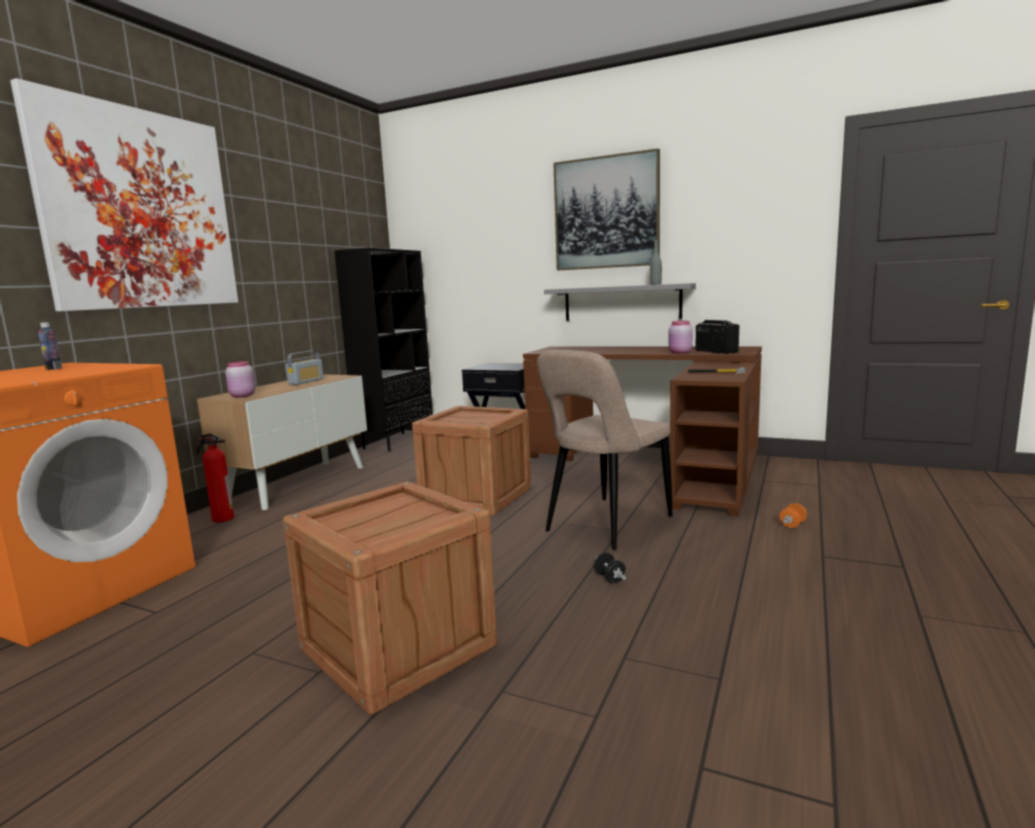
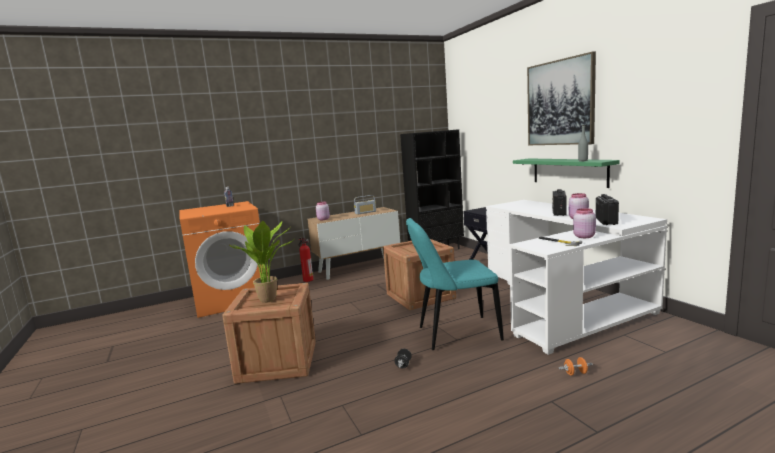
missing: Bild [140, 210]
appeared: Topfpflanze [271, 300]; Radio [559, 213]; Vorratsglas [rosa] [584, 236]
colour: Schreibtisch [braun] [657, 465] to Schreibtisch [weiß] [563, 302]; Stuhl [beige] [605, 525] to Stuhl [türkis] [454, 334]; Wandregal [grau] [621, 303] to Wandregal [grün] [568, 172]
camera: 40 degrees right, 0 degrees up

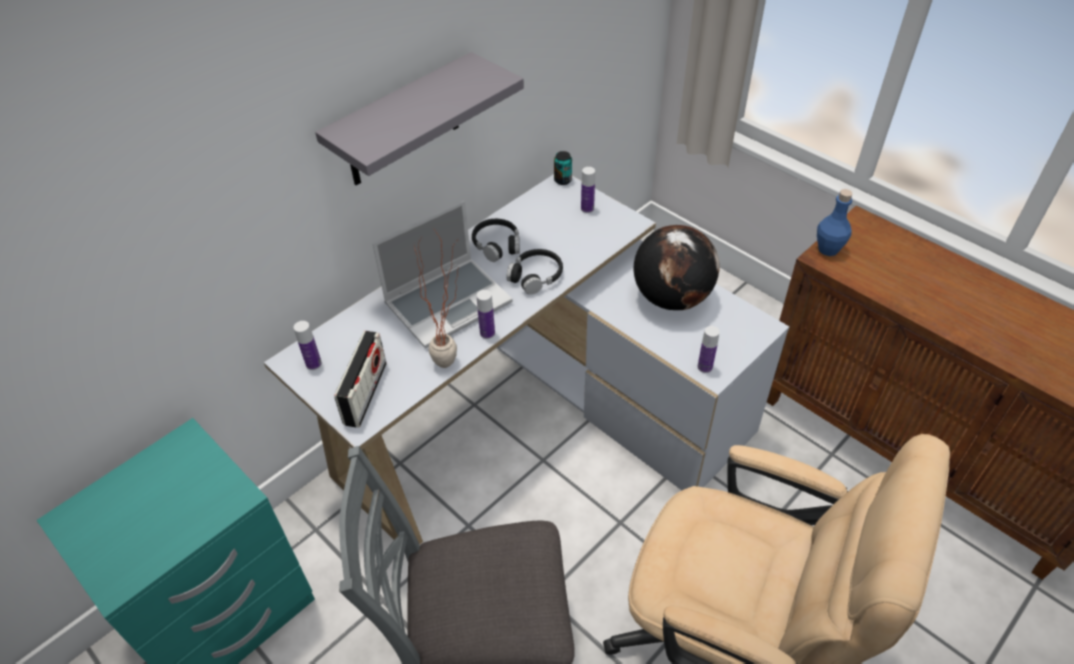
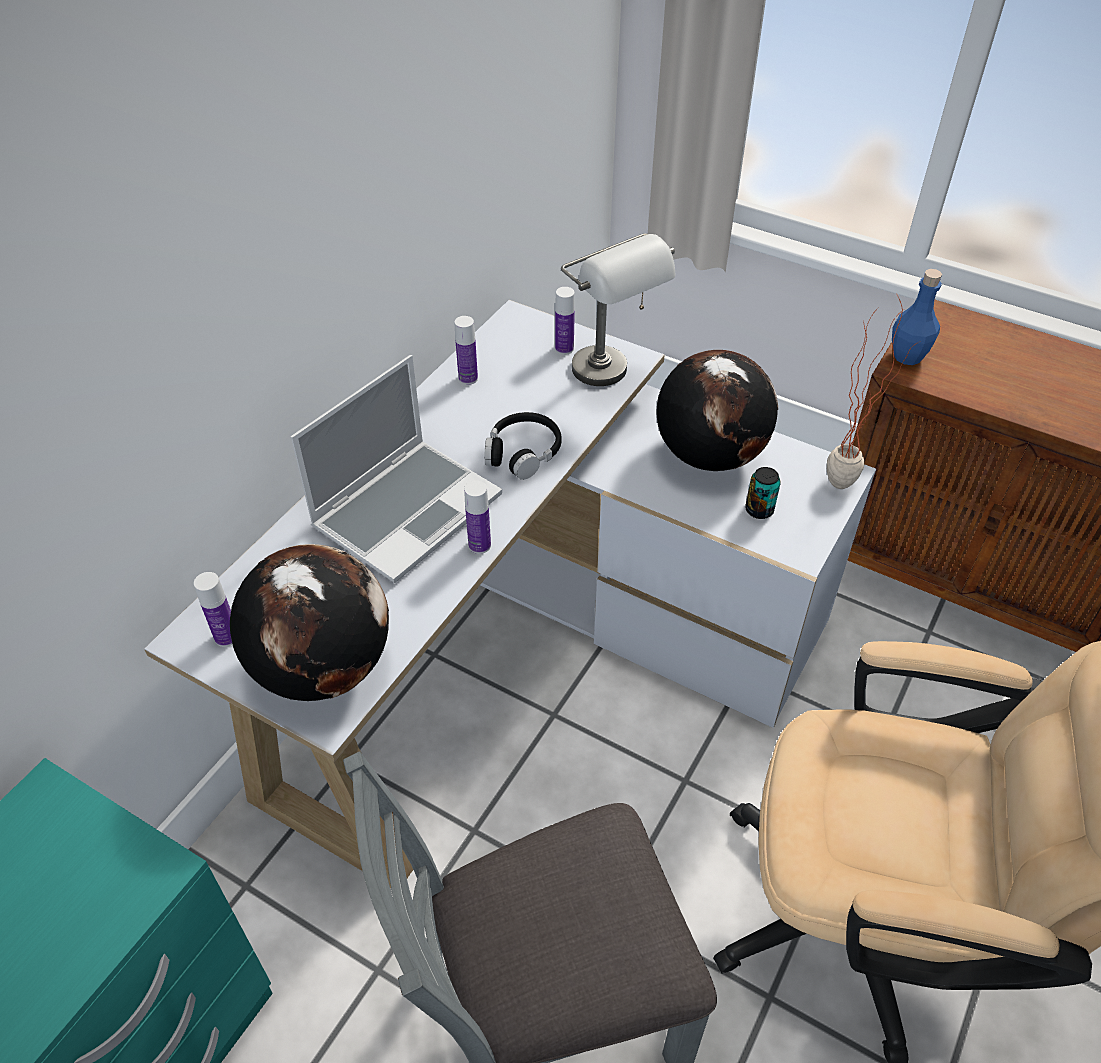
missing: Wandregal [grau] [402, 122]; Kopfhörer [schwarz] [497, 245]
appeared: Tischlampe [grau] [612, 378]
relocated: Topfpflanze [453, 361] to [848, 480]; Dose [562, 180] to [759, 510]; Flasche [704, 367] to [468, 378]
exchanged: Radio [365, 393] to Globus [322, 667]
camera: 15 degrees left, 0 degrees up

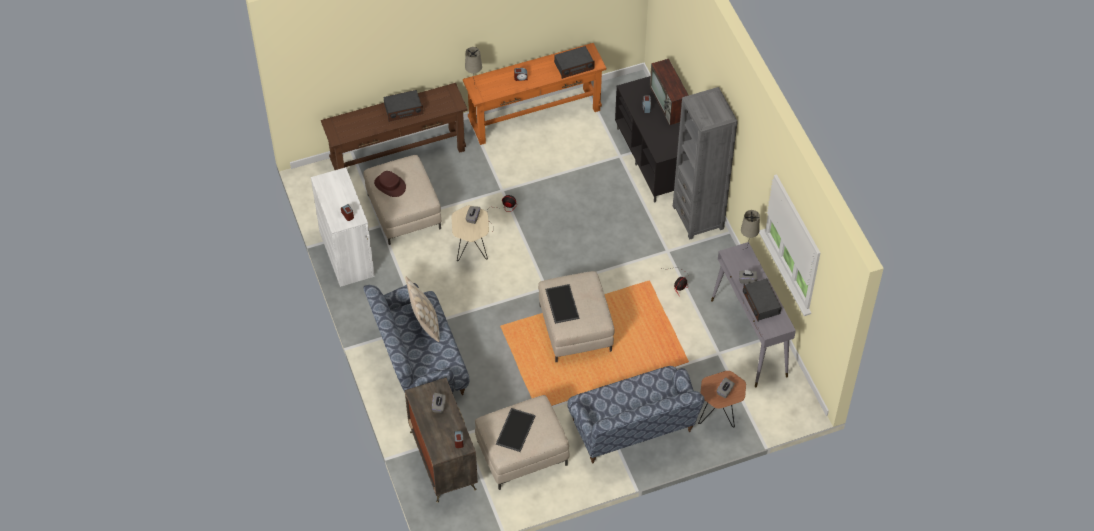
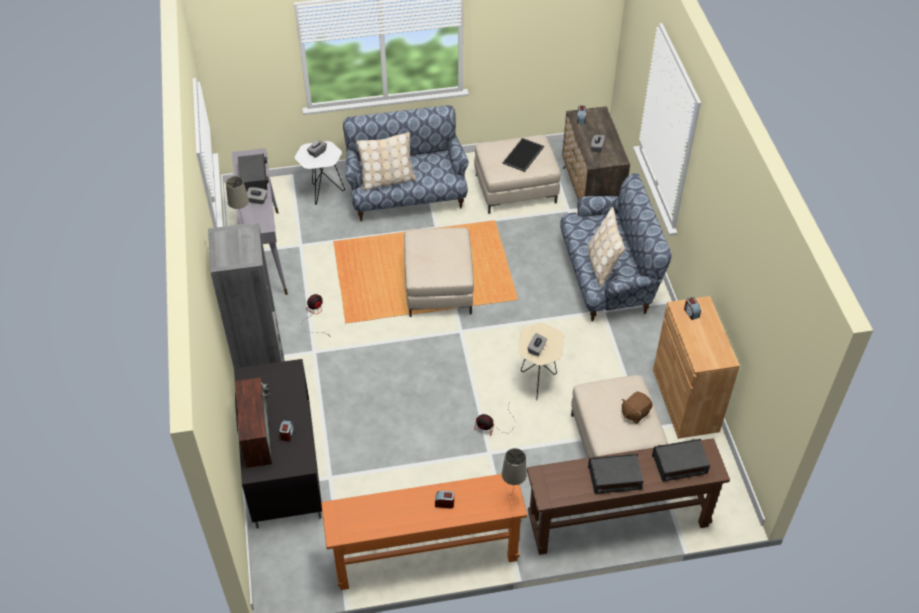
missing: Tablett [561, 303]
appeared: Kissen [beige] [387, 180]
relocated: Radio [574, 66] to [679, 464]
exchanged: Hut [braun] [390, 185] to Plüschtier [braun] [635, 413]
colour: Schrank [weiß] [346, 254] to Schrank [braun] [685, 400]; Beistelltisch [braun] [719, 417] to Beistelltisch [weiß] [323, 193]
camera: 170 degrees left, 5 degrees down

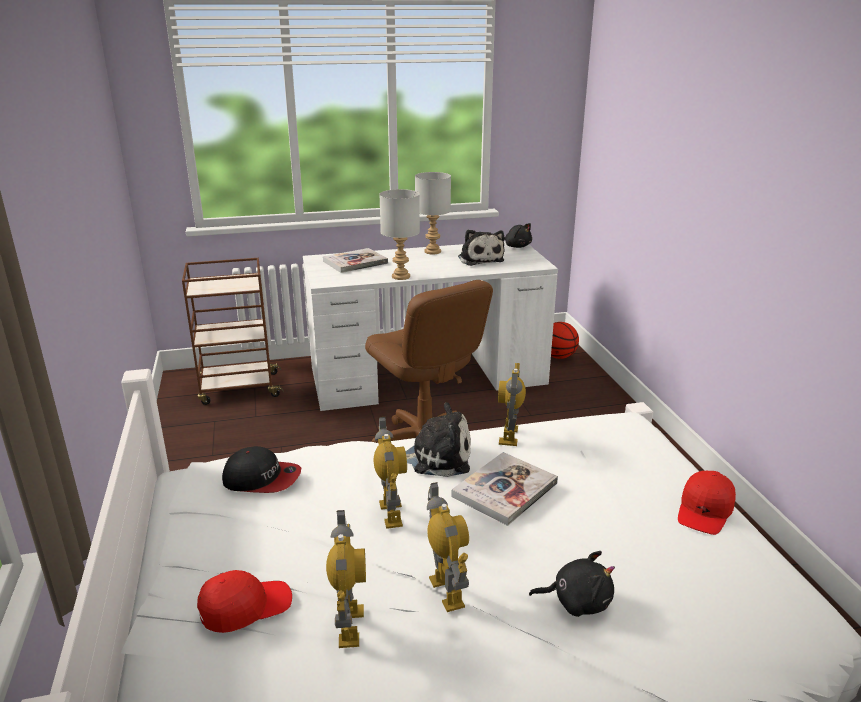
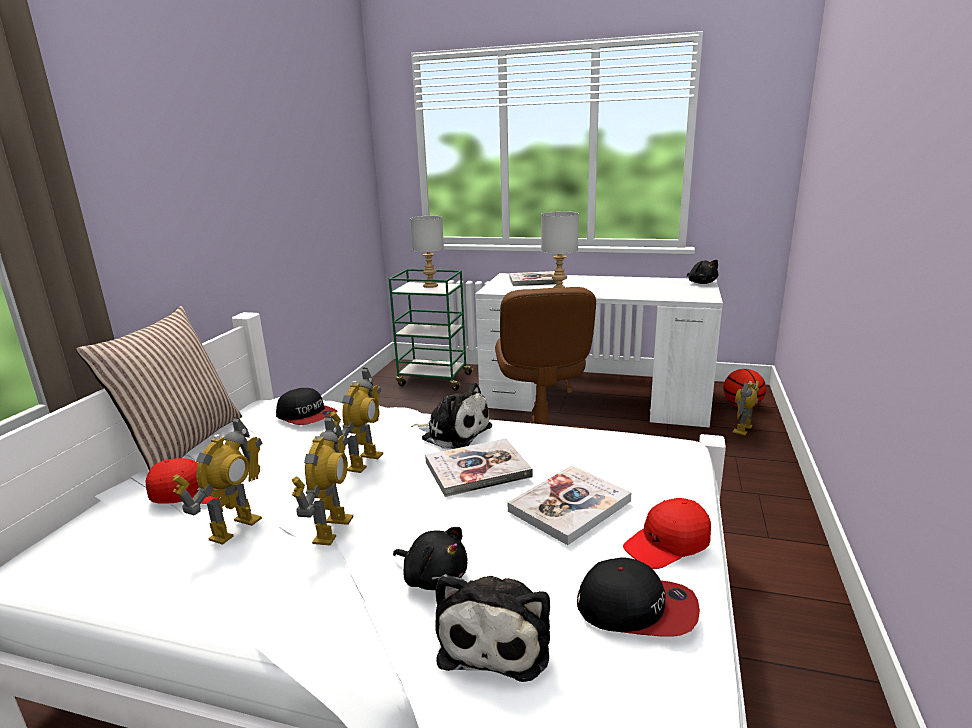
appeared: Kissen [182, 444]; Buch [569, 506]; Kappe [637, 608]
relocated: Tischlampe [grau] [432, 251] to [430, 285]; Plüschtier [480, 259] to [497, 637]; Spielzeugroboter [510, 435] to [743, 429]
colour: Rollwagen [braun] [238, 388] to Rollwagen [grün] [433, 380]
camera: 30 degrees right, 5 degrees down

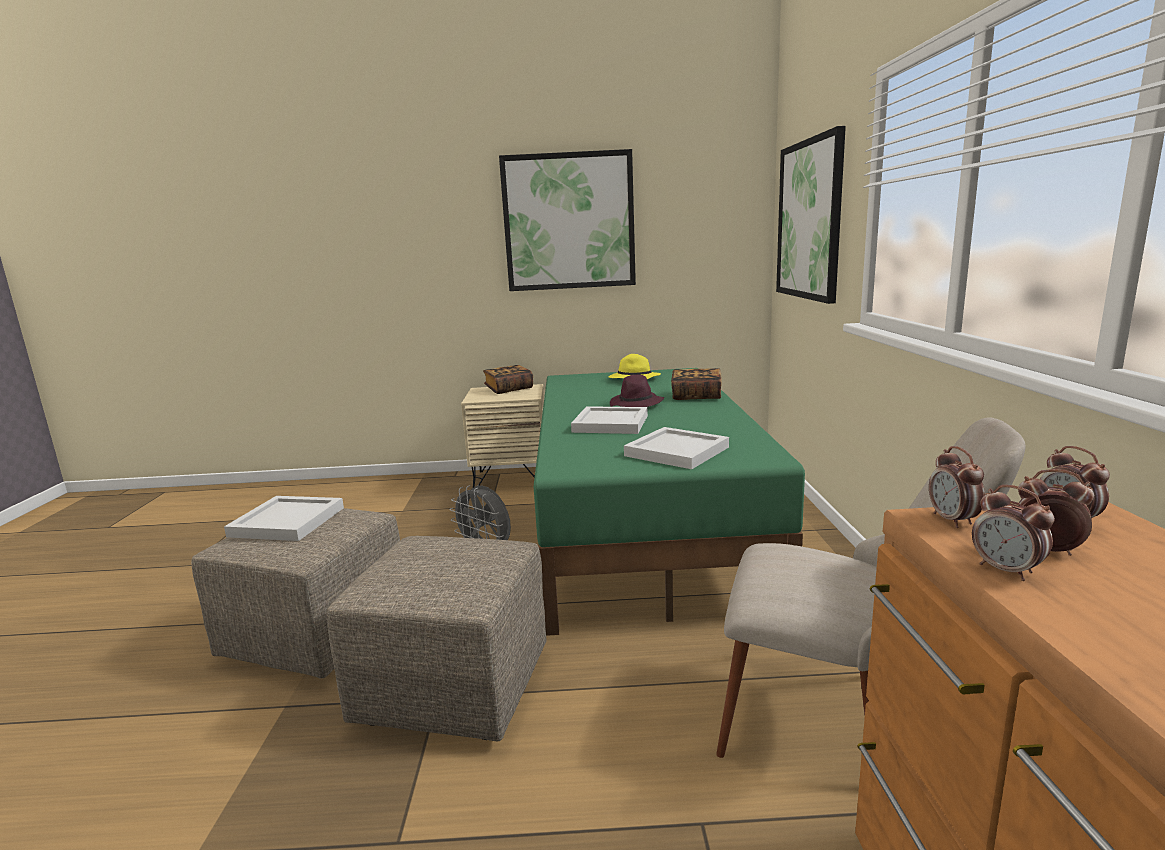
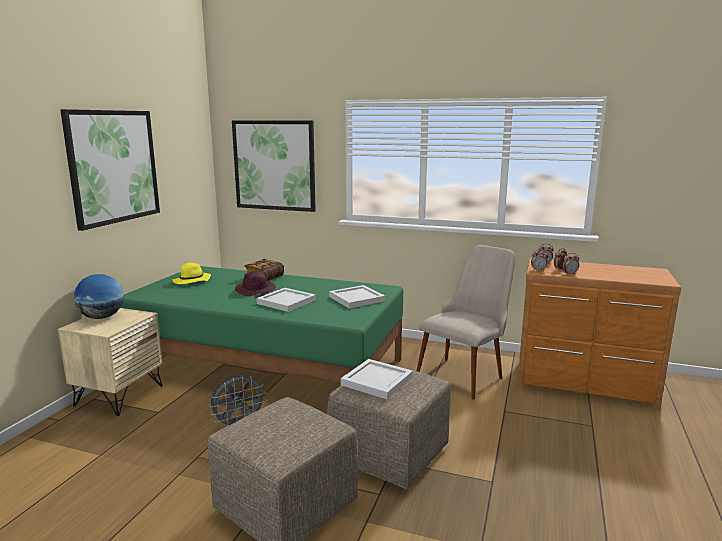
relocated: Tablett [weiß] [285, 522] to [377, 381]
exchanged: Buch [509, 389] to Globus [102, 317]
camera: 70 degrees left, 0 degrees up

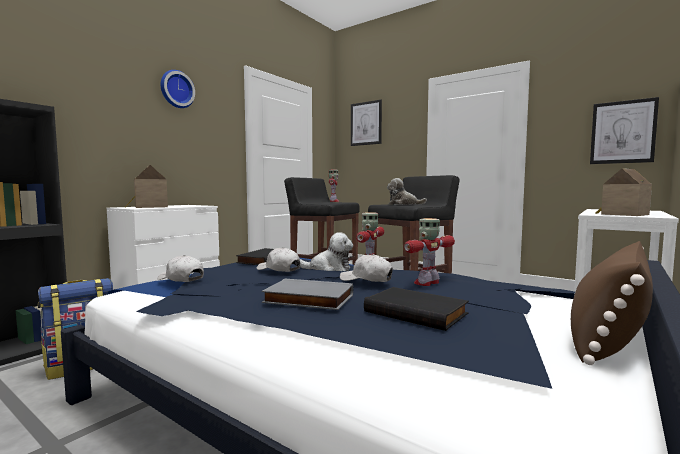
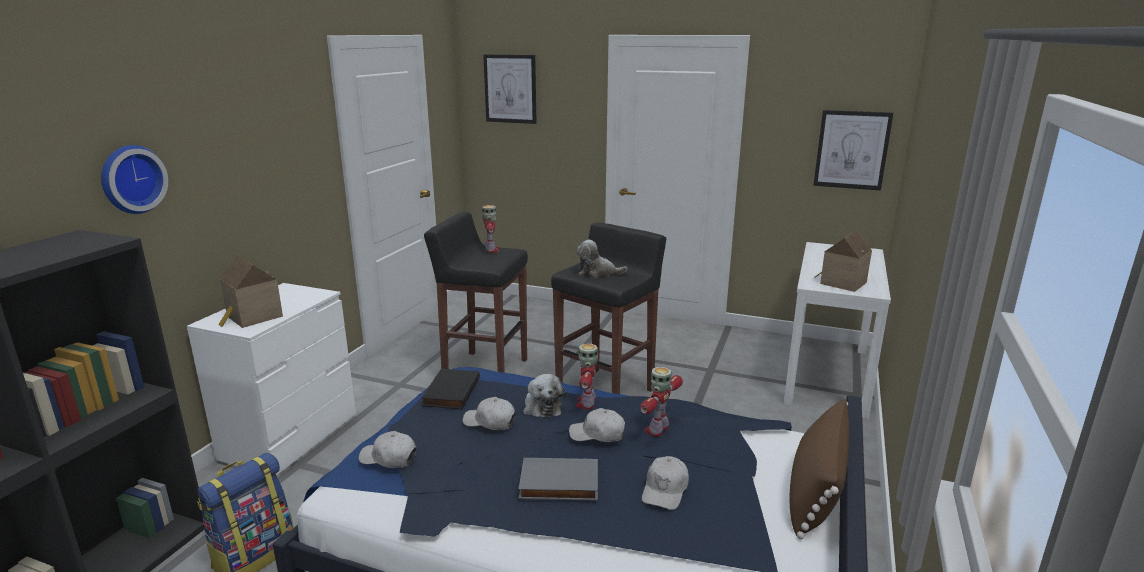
relocated: Wanduhr [176, 89] to [131, 179]
exchanged: Buch [schwarz] [417, 312] to Kappe [weiß] [665, 490]
spun: Plüschtier [329, 269] = [541, 408] 75 degrees clockwise
camera: 15 degrees left, 15 degrees up

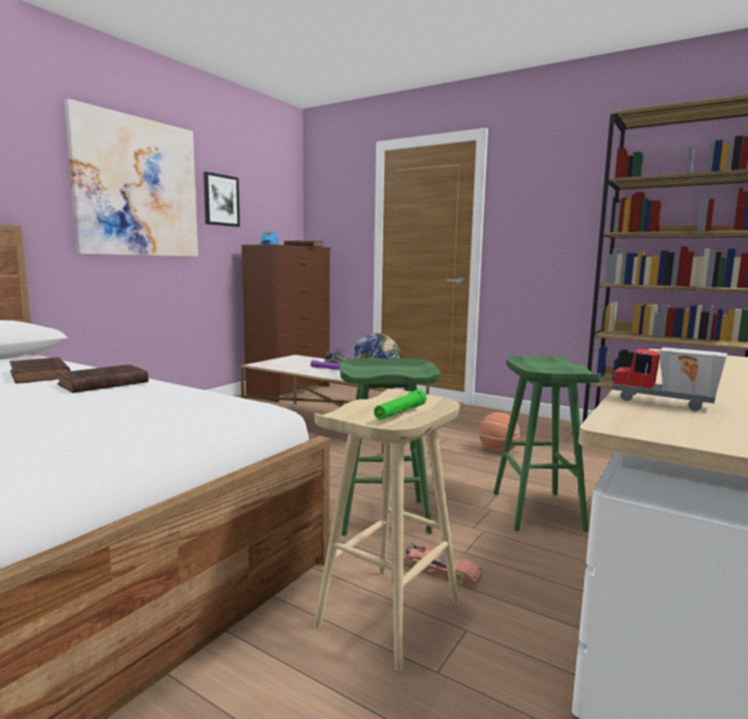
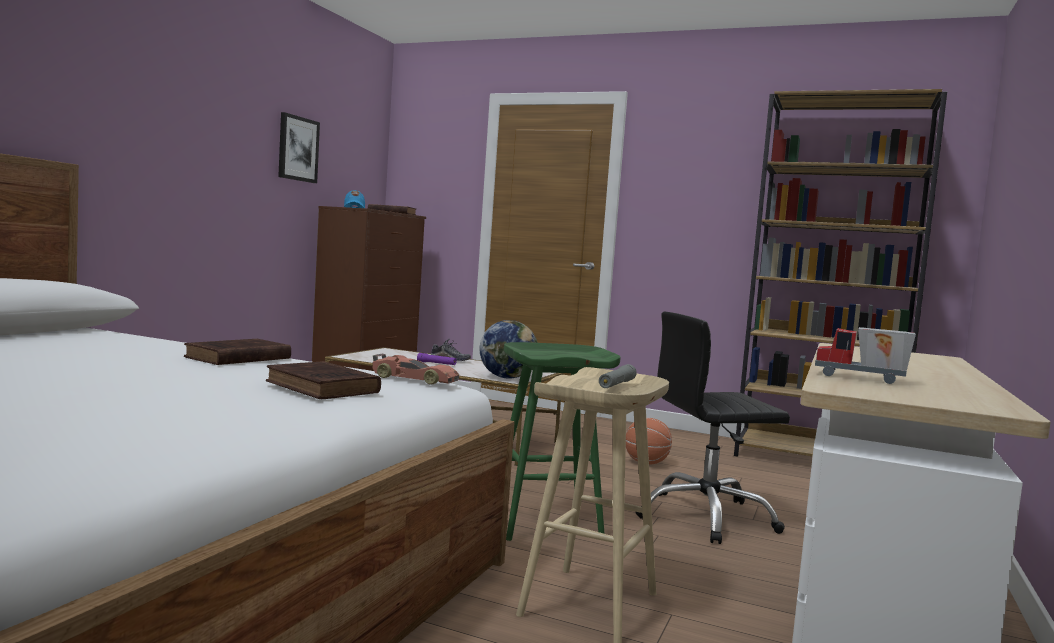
missing: Bild [137, 187]
relocated: Buch [braun] [40, 375] to [324, 388]; Spielzeugauto [442, 572] to [413, 379]
exchanged: Hocker [grün] [535, 510] to Bürostuhl [schwarz] [706, 517]
colour: Taschenlampe [grün] [400, 412] to Taschenlampe [grau] [616, 385]
camera: 10 degrees left, 5 degrees down

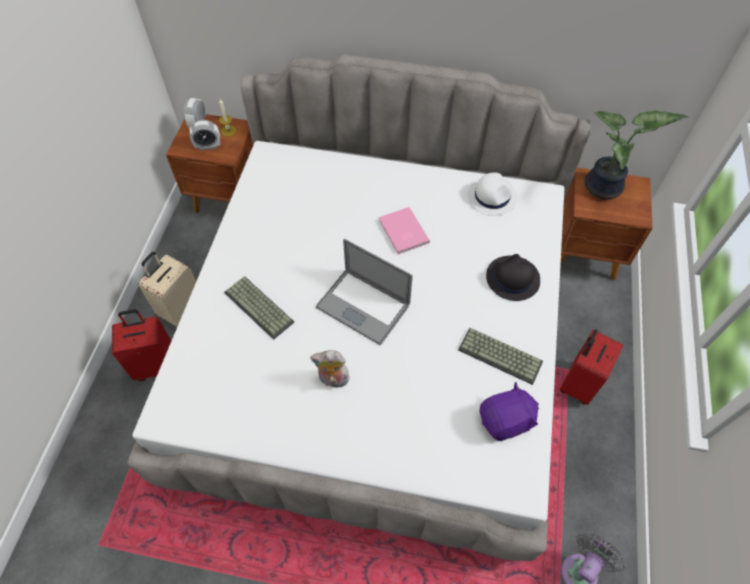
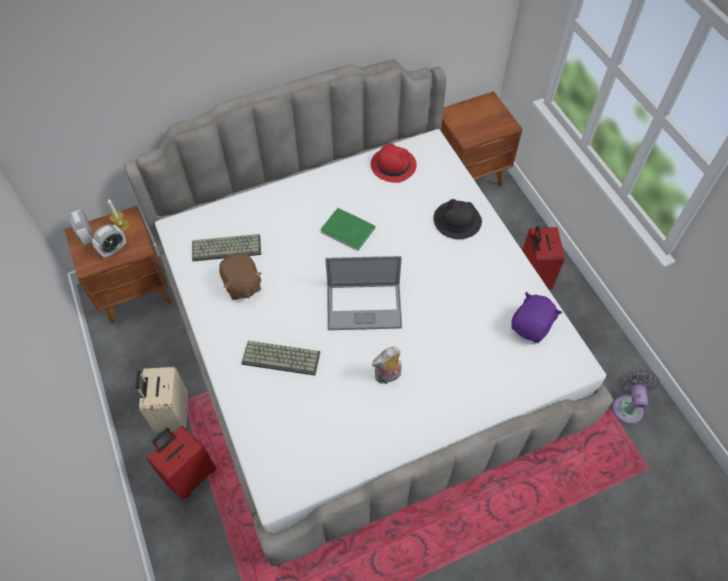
missing: Topfpflanze [604, 188]
appeared: Plüschtier [braun] [242, 285]
relocated: Tastatur [501, 355] to [227, 247]
colour: Buch [rosa] [402, 232] to Buch [grün] [347, 231]; Hut [weiß] [492, 196] to Hut [rot] [393, 165]
camera: 35 degrees left, 0 degrees up

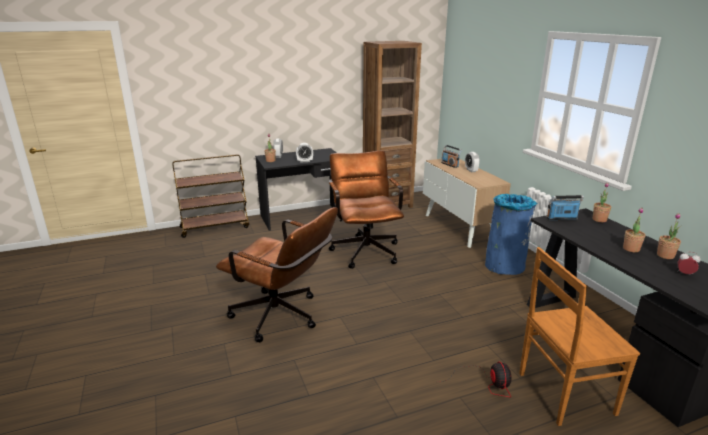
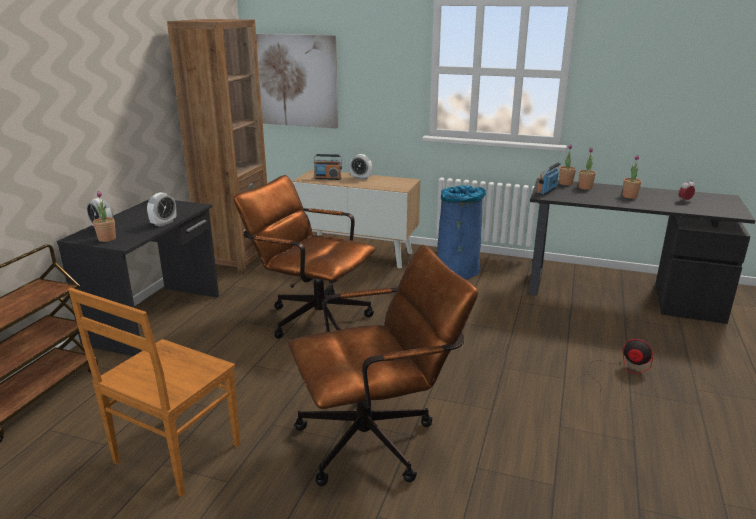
appeared: Bild [296, 81]
relocated: Stuhl [braun] [563, 393] to [175, 455]; Topfpflanze [665, 255] to [585, 187]
camera: 50 degrees left, 0 degrees up

